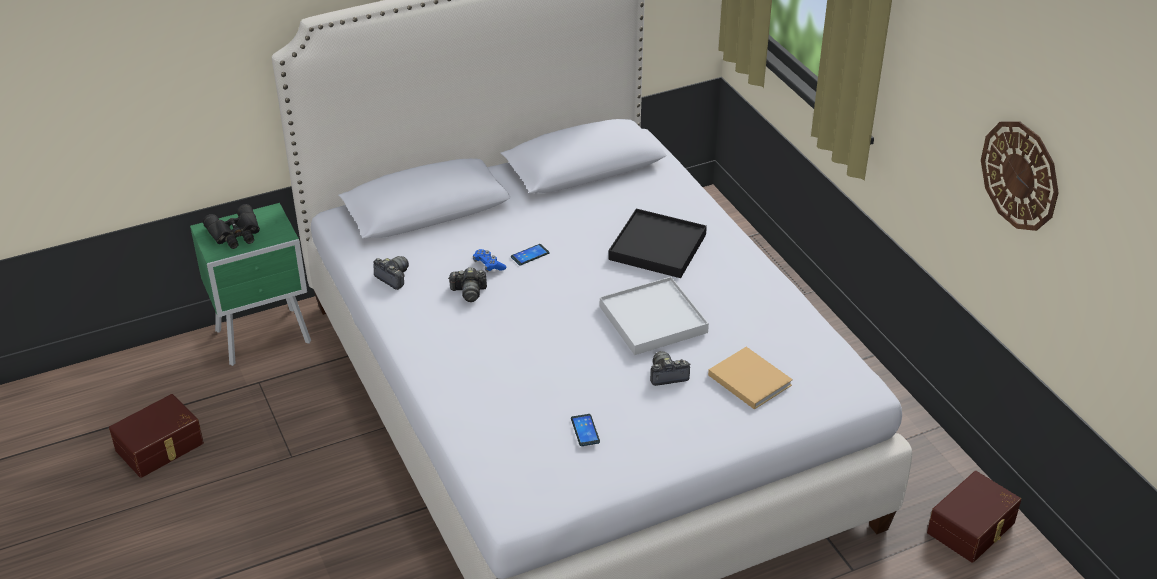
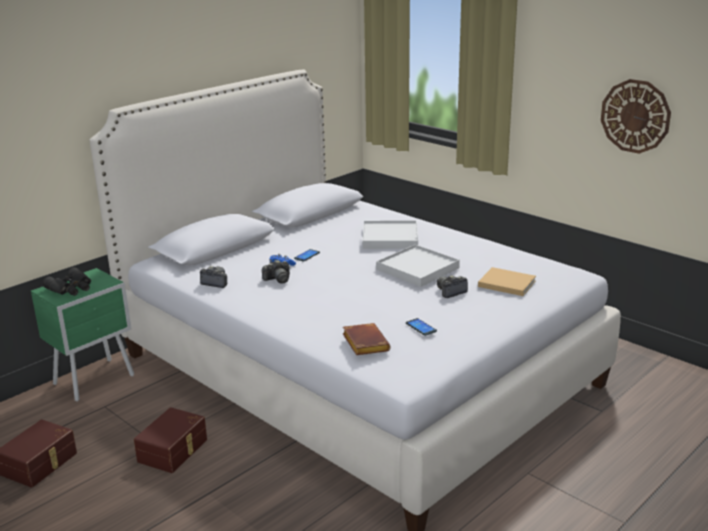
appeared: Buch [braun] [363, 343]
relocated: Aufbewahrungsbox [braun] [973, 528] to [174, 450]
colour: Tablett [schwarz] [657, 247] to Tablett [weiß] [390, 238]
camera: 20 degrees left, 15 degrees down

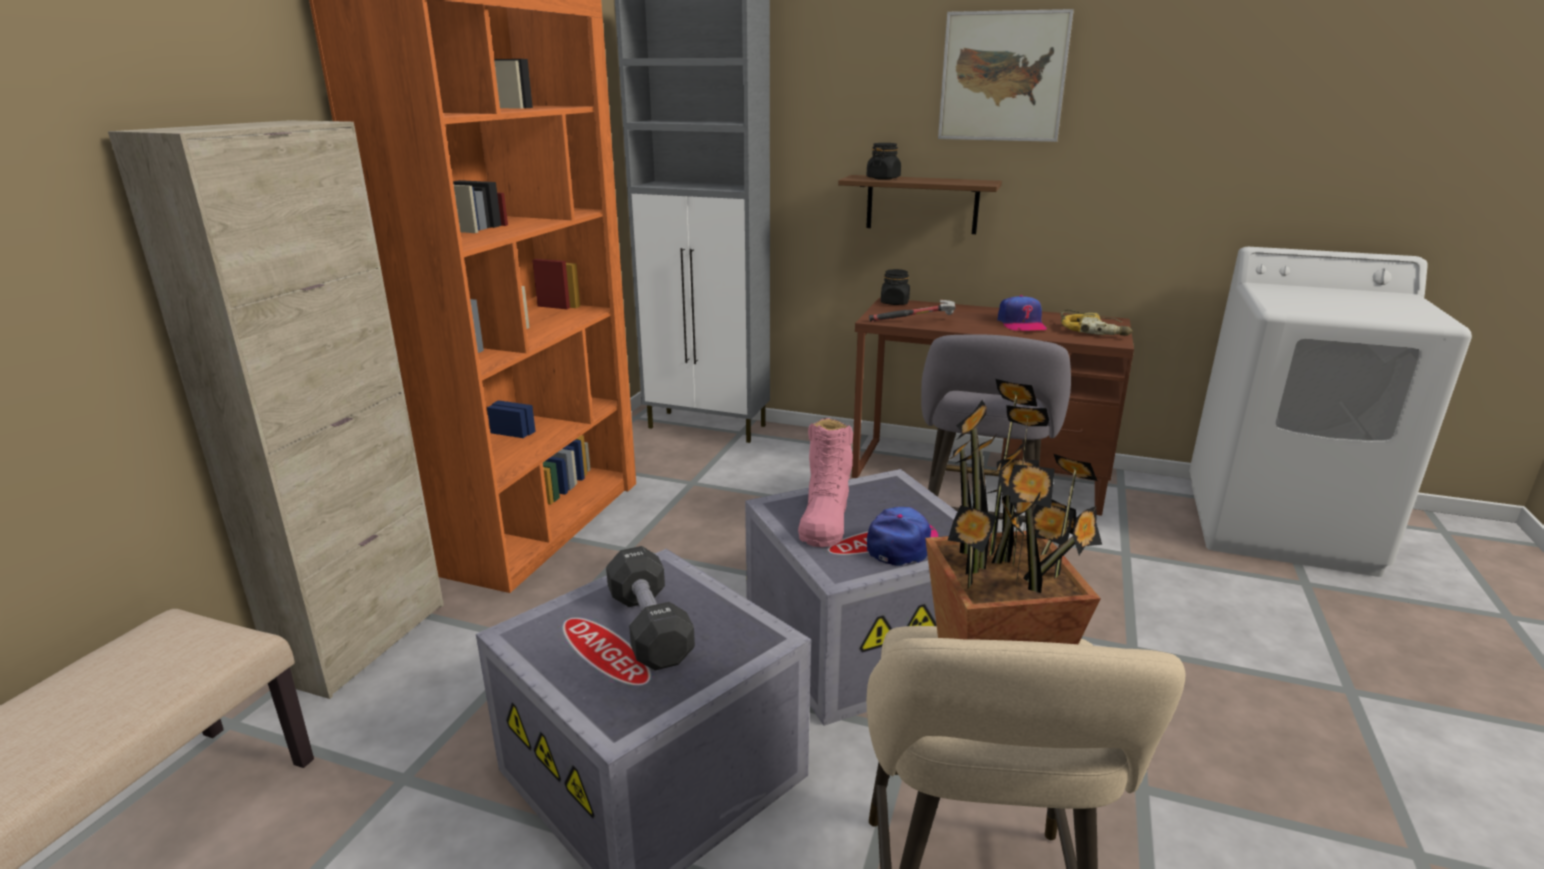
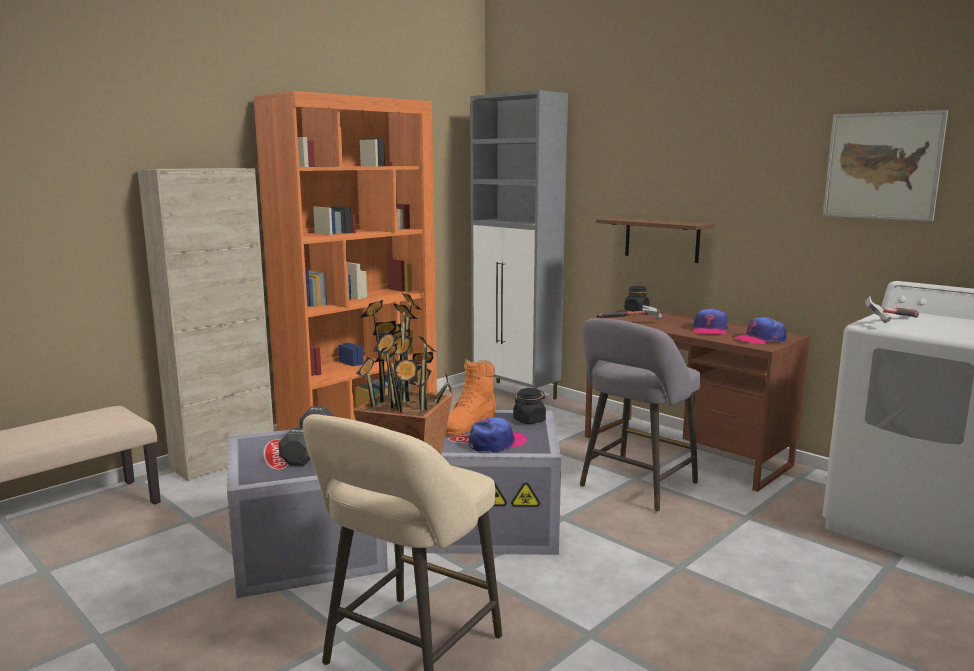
appeared: Hammer [891, 321]
relocated: Vorratsglas [schwarz] [883, 178] to [529, 420]; Bild [1002, 77] to [882, 166]
exchanged: Bohrmaschine [1093, 331] to Kappe [760, 339]
colour: Stiefel [rosa] [825, 518] to Stiefel [orange] [467, 424]
camera: 25 degrees right, 10 degrees down

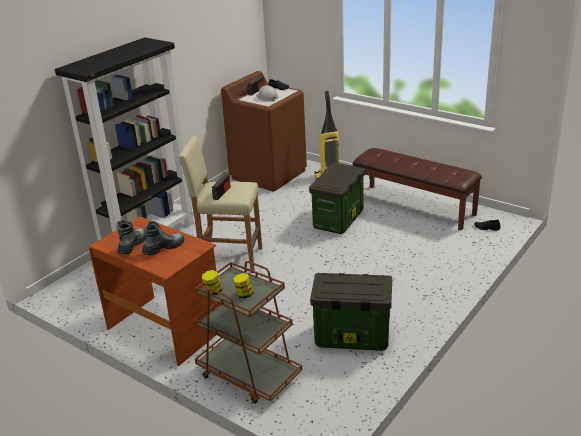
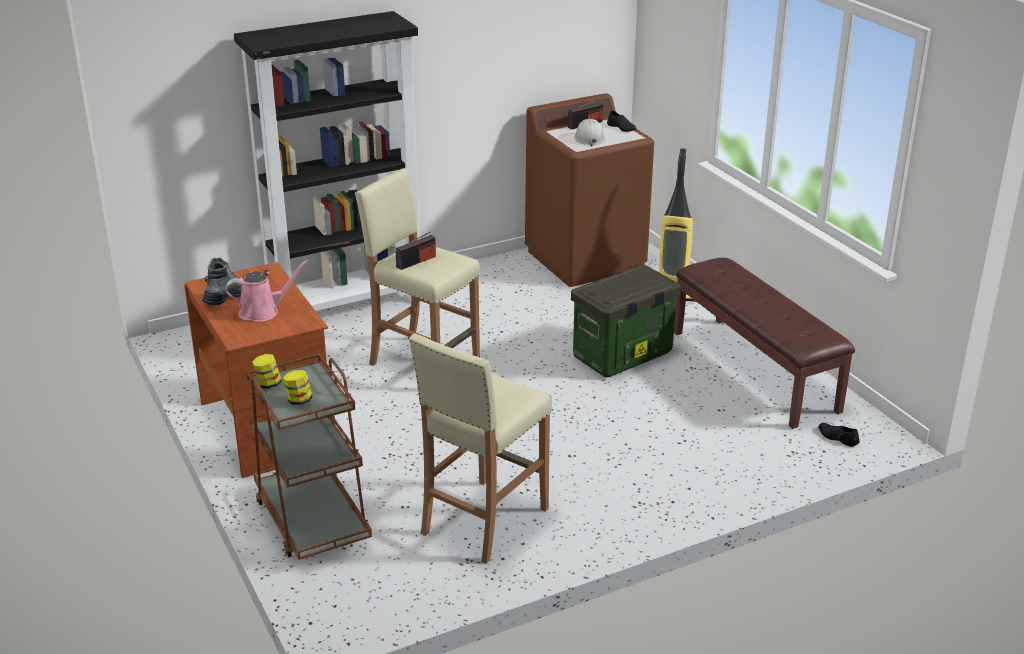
exchanged: Stiefel [163, 248] to Gießkanne [rosa] [262, 311]; Aufbewahrungsbox [351, 337] to Hocker [beige] [483, 521]
camera: 25 degrees right, 0 degrees up

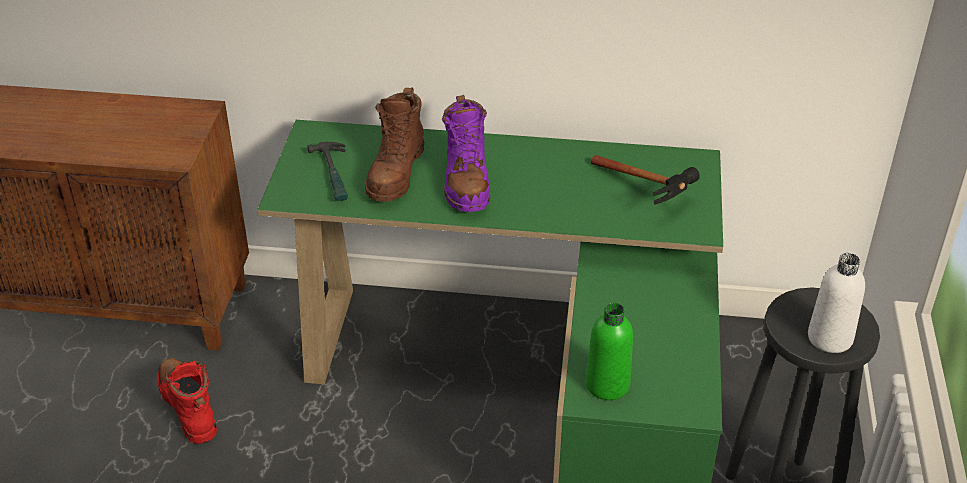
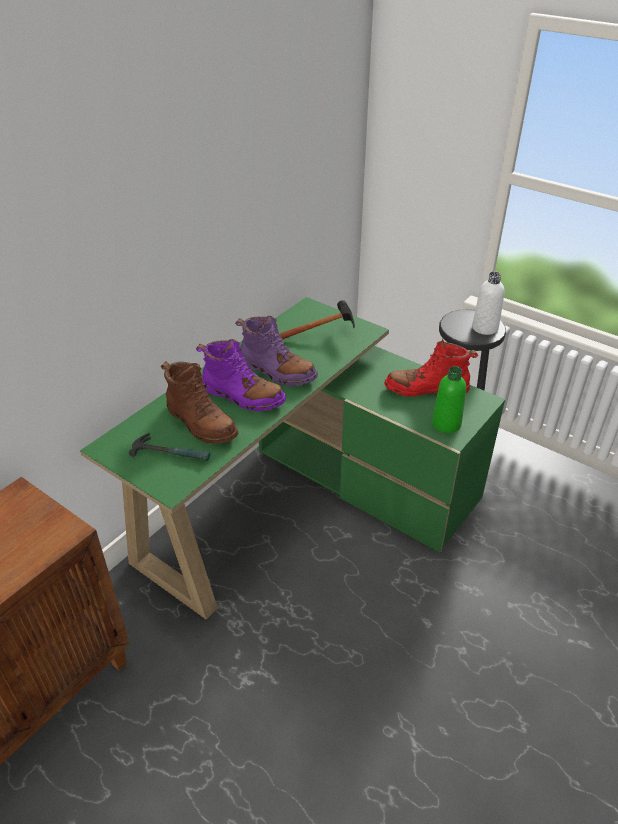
appeared: Stiefel [lila] [277, 371]
relocated: Stiefel [rot] [189, 407] to [426, 389]
camera: 60 degrees left, 0 degrees up

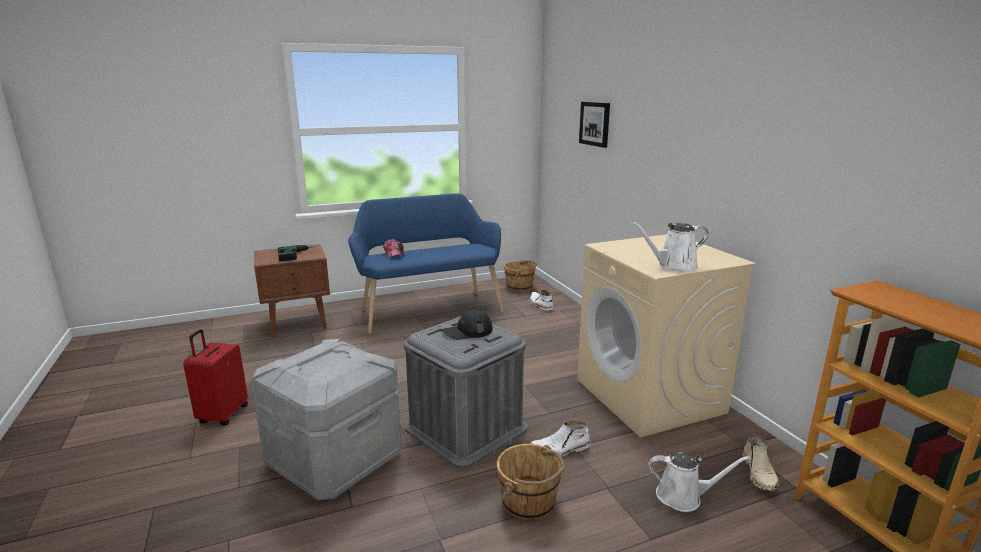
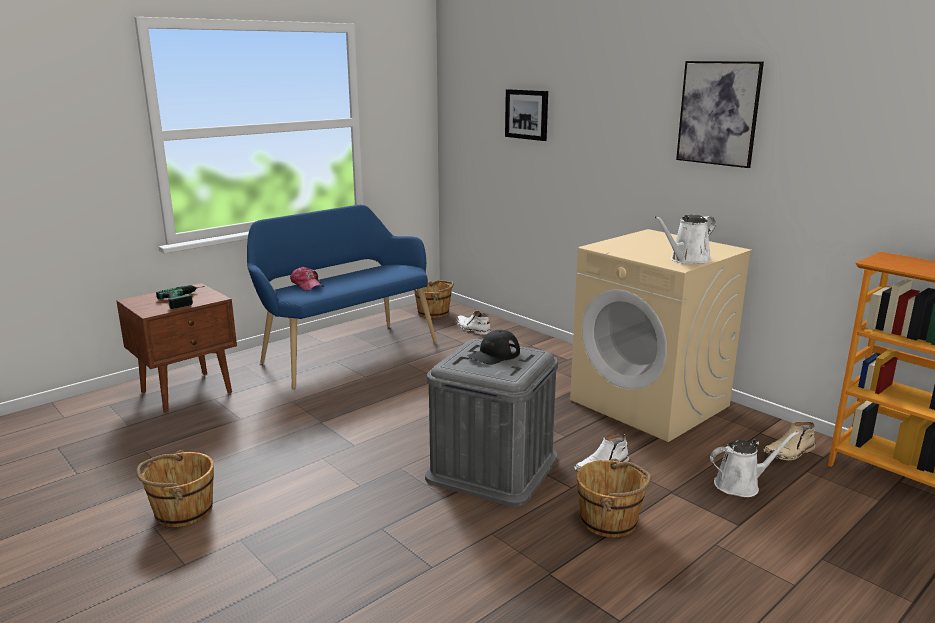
missing: Aufbewahrungsbox [grau] [335, 460]
appeared: Bild [718, 113]
exchanged: Koffer [rot] [222, 415] to Eimer [braun] [182, 511]
spun: Stiefel [beige] [760, 474] = [789, 452] 75 degrees clockwise
camera: 20 degrees left, 0 degrees up

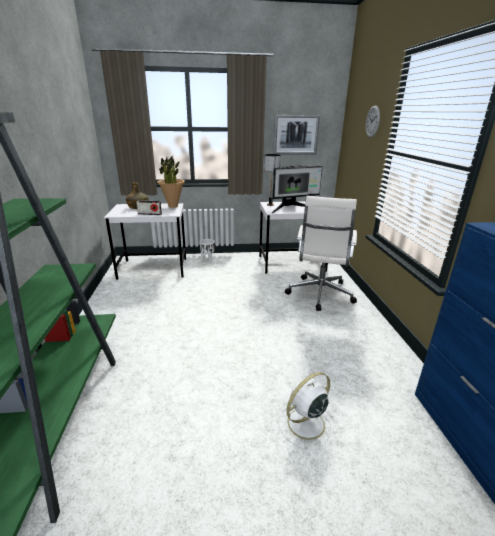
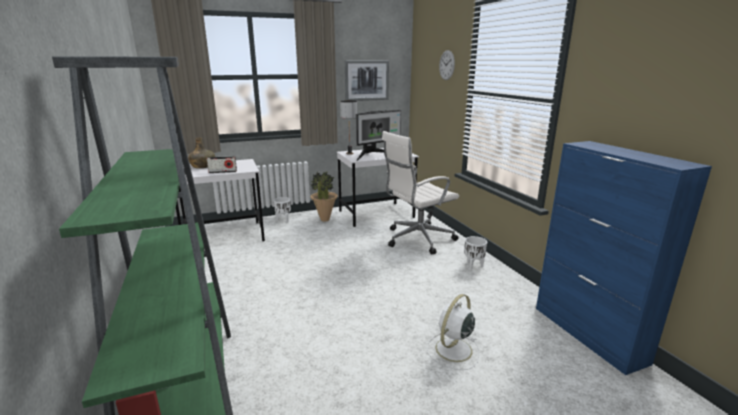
appeared: Pflanzkübel [weiß] [473, 266]
relocated: Topfpflanze [173, 206] to [324, 219]
spun: Bürostuhl [weiß] [319, 294] = [417, 239] 60 degrees clockwise
camera: 15 degrees left, 5 degrees down

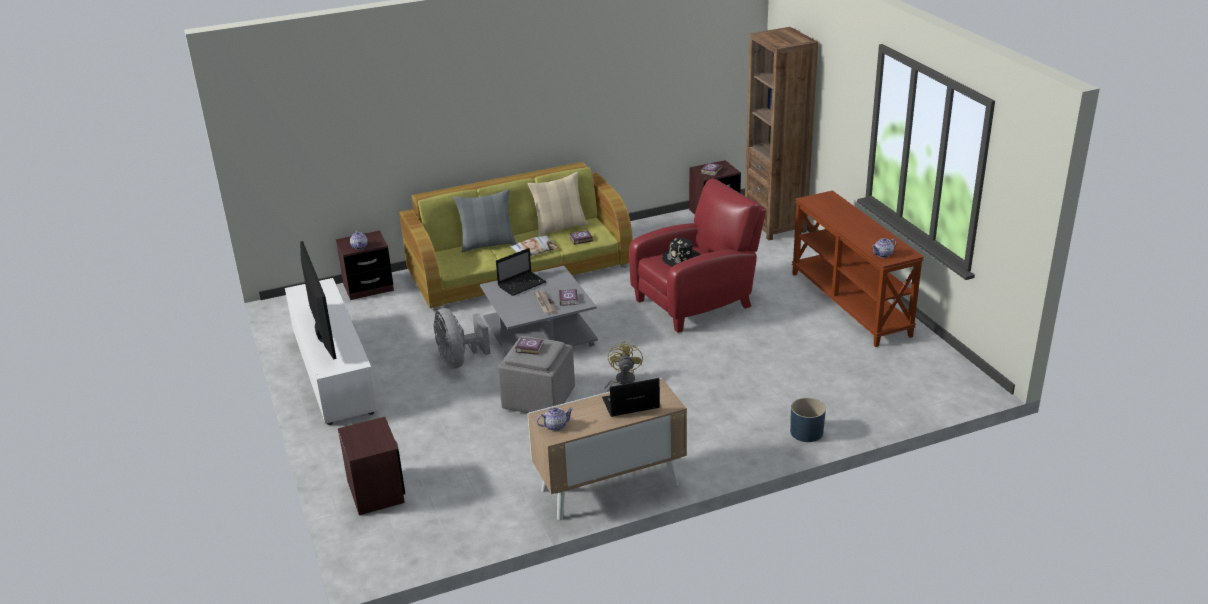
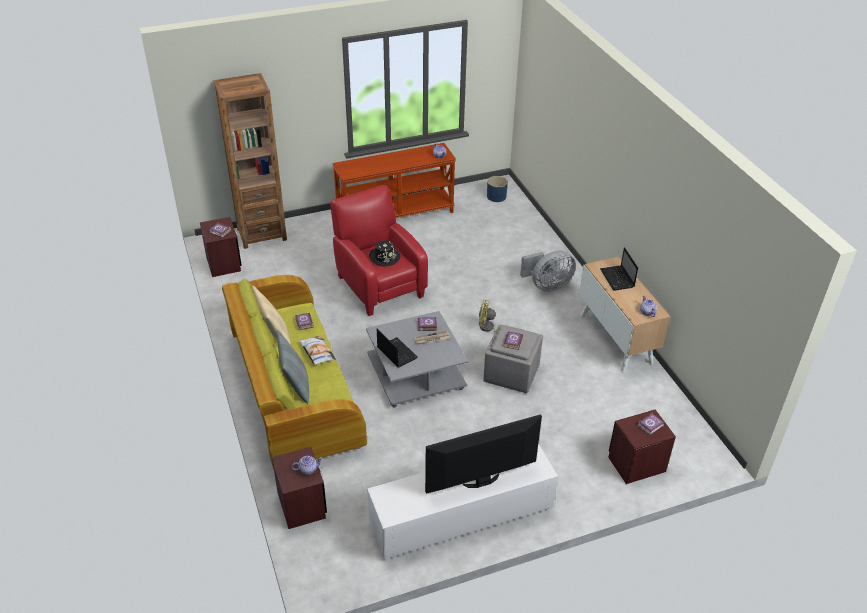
appeared: Buch [651, 425]
relocated: Ventilator [grau] [459, 360] to [547, 286]; Pflanzkübel [blau] [806, 432] to [496, 196]
camera: 90 degrees left, 10 degrees up

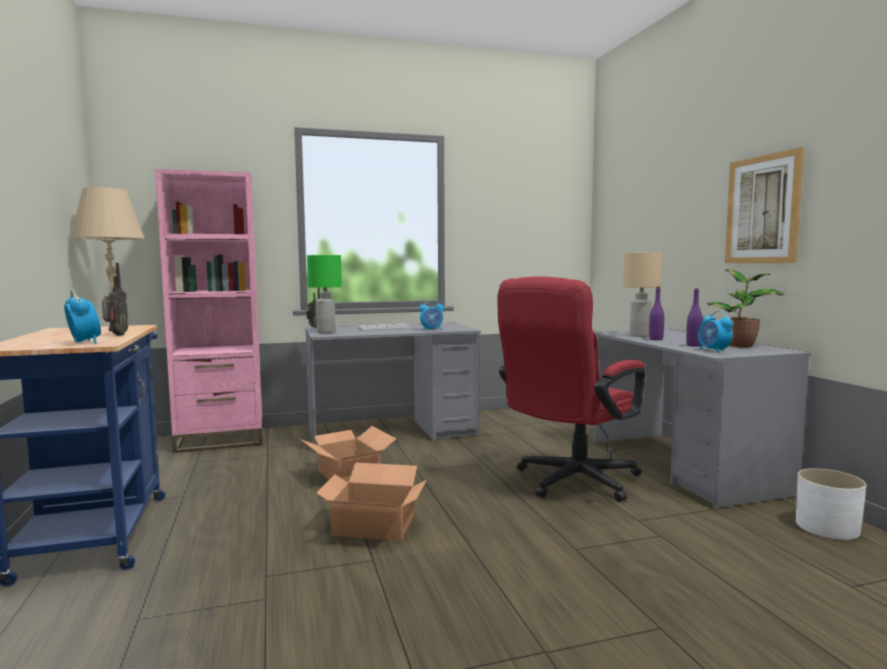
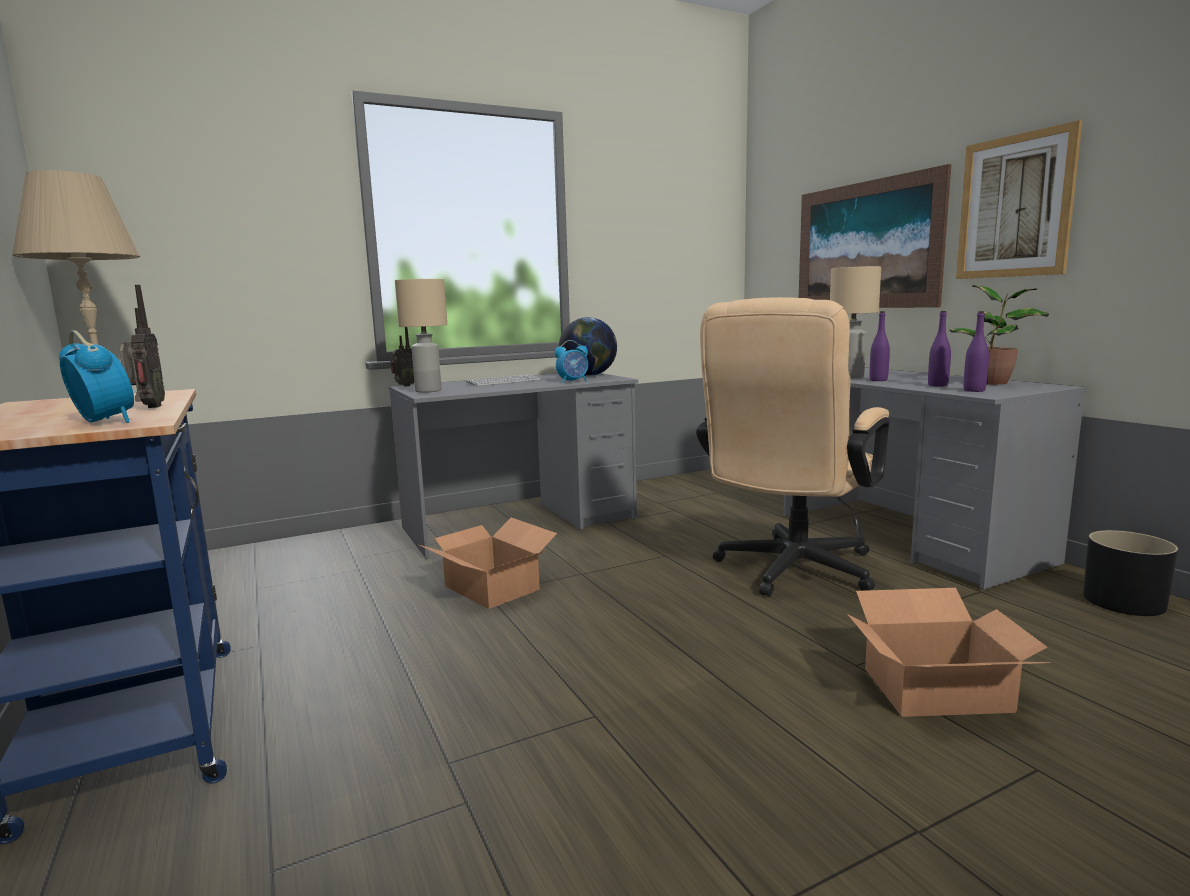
missing: Bücherregal [rosa] [220, 440]
appeared: Globus [589, 375]; Bild [866, 245]
relocated: Karton [373, 525] to [934, 689]
exchanged: Wecker [713, 351] to Flasche [lila] [974, 390]
colour: Tischlampe [grün] [325, 332] to Tischlampe [beige] [427, 391]; Bürostuhl [rot] [570, 483] to Bürostuhl [beige] [789, 572]; Pflanzkübel [weiß] [827, 527] to Pflanzkübel [schwarz] [1124, 601]
camera: 10 degrees left, 5 degrees up

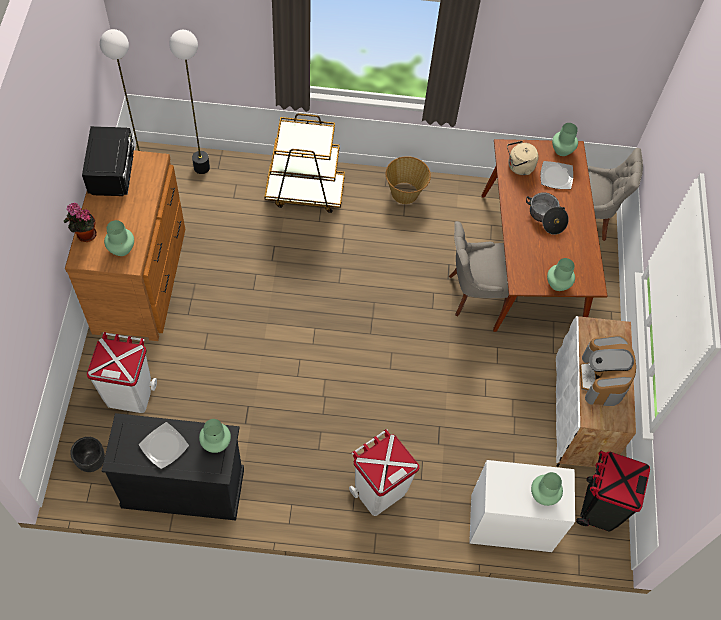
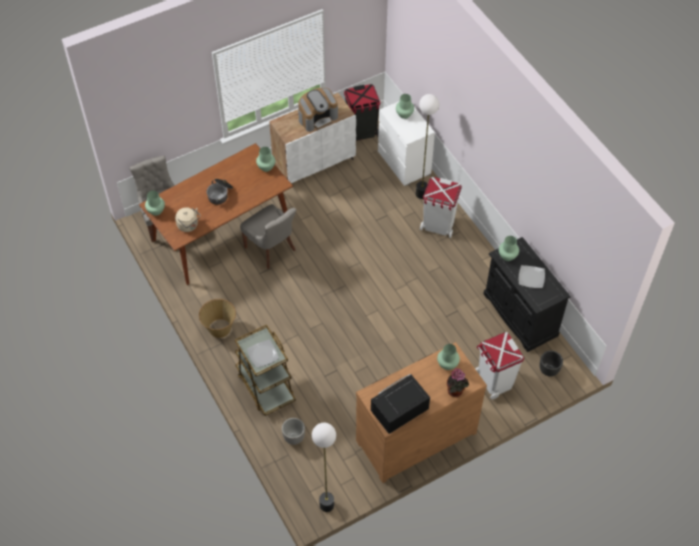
appeared: Pflanzkübel [294, 438]
relocated: Stehlampe [202, 167] to [421, 194]; Teller [556, 177] to [263, 354]
camera: 120 degrees left, 5 degrees down

